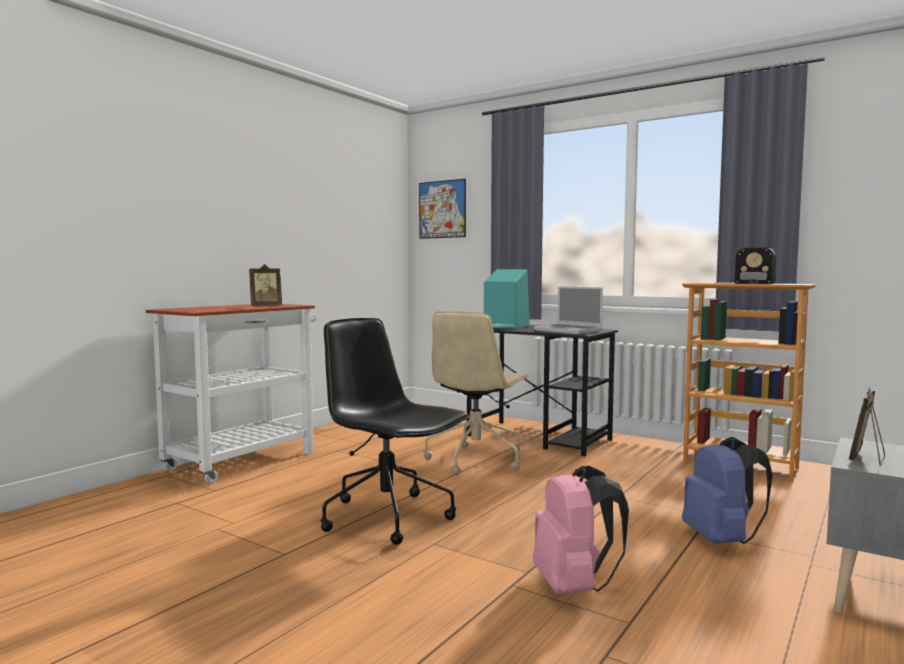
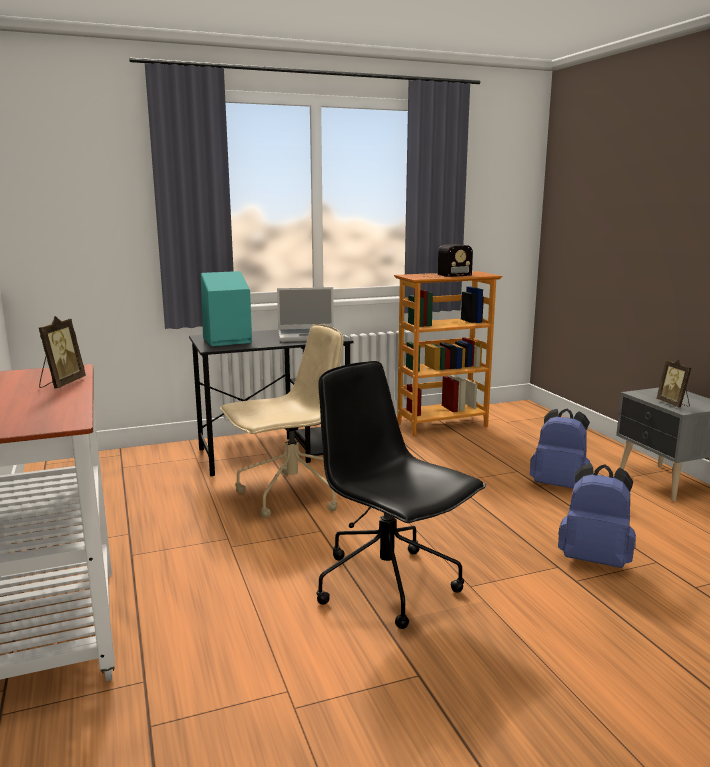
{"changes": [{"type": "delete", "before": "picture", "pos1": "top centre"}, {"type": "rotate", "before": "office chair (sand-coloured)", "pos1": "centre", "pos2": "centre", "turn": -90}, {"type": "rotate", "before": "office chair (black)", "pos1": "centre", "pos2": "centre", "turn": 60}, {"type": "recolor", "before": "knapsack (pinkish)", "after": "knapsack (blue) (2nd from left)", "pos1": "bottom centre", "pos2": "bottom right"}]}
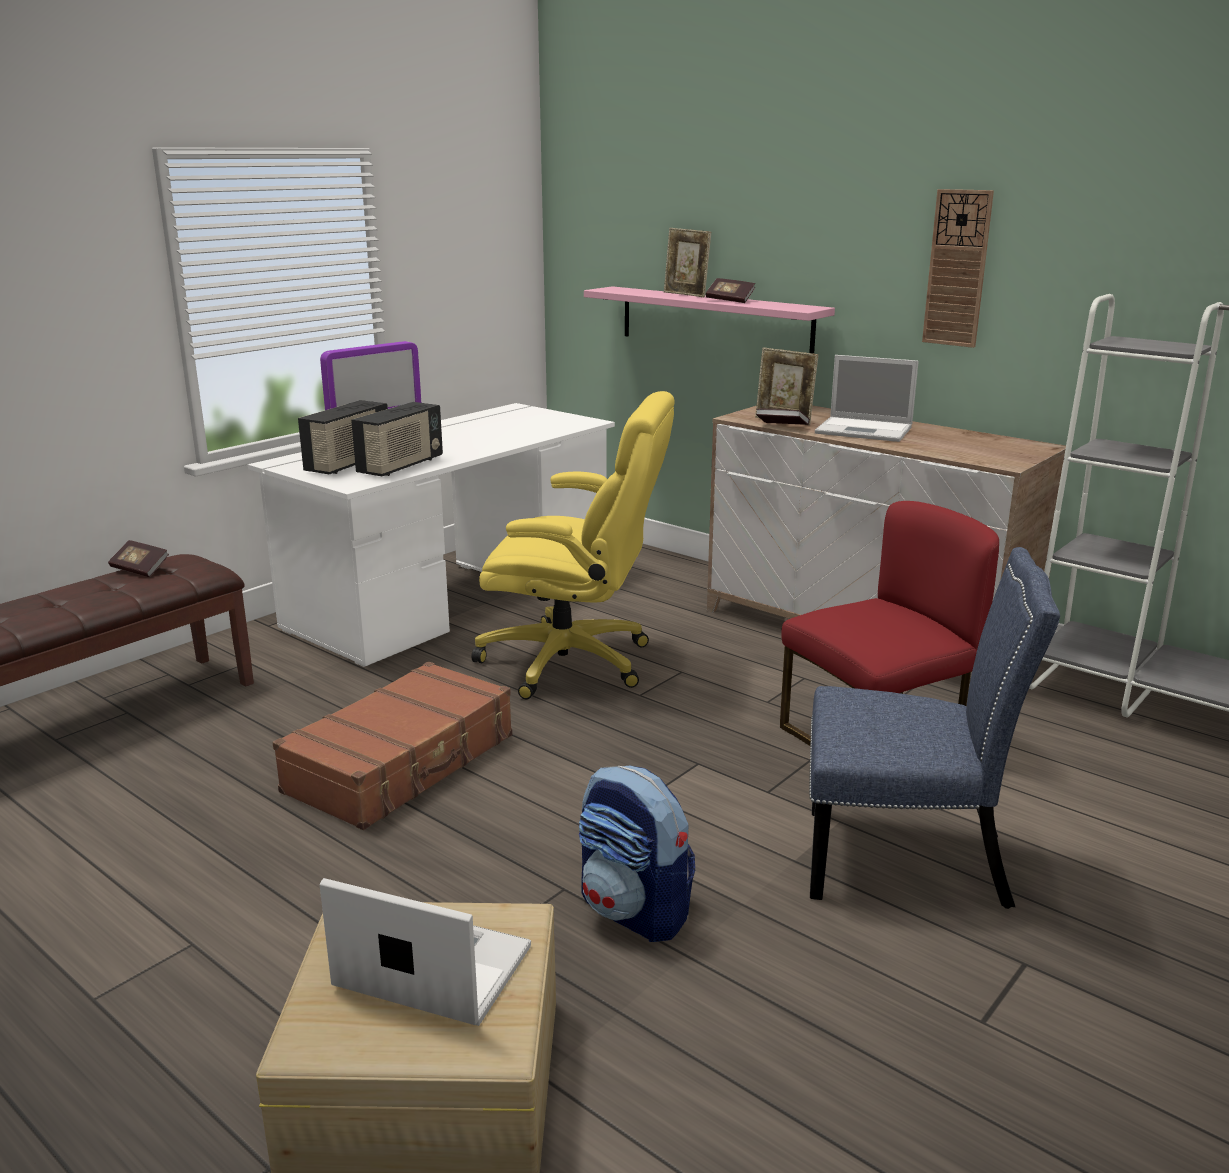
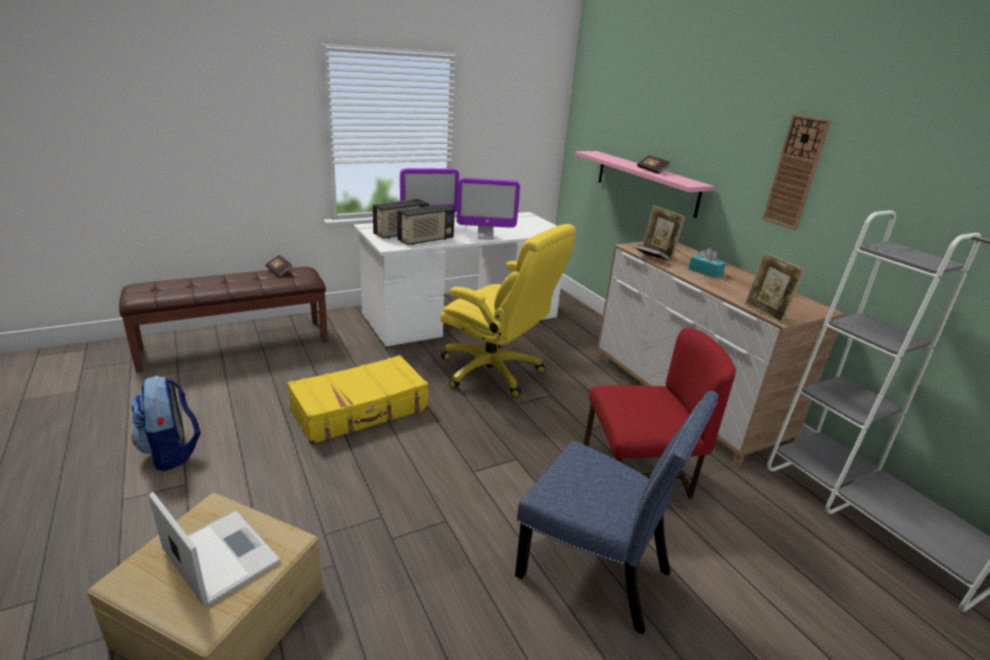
{"changes": [{"type": "move", "before": "photo frame (1st from left in the first image)", "after": "photo frame (2nd from left)", "pos1": "top centre", "pos2": "middle right"}, {"type": "replace", "before": "notebook computer (2nd from left)", "after": "box of tissues (blue-green)", "pos1": "middle right", "pos2": "middle right"}, {"type": "recolor", "before": "suitcase (brown-coloured)", "after": "suitcase (yellow)", "pos1": "middle left", "pos2": "centre"}, {"type": "move", "before": "knapsack", "pos1": "bottom centre", "pos2": "middle left"}, {"type": "insert", "after": "monitor (2nd from left)", "pos2": "top centre"}]}
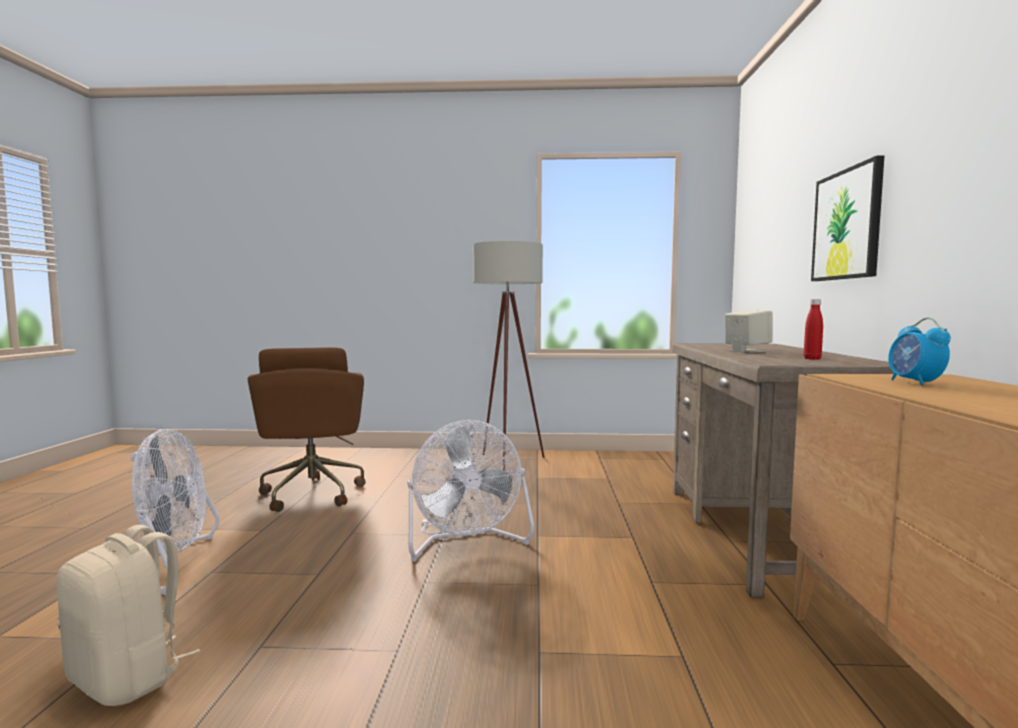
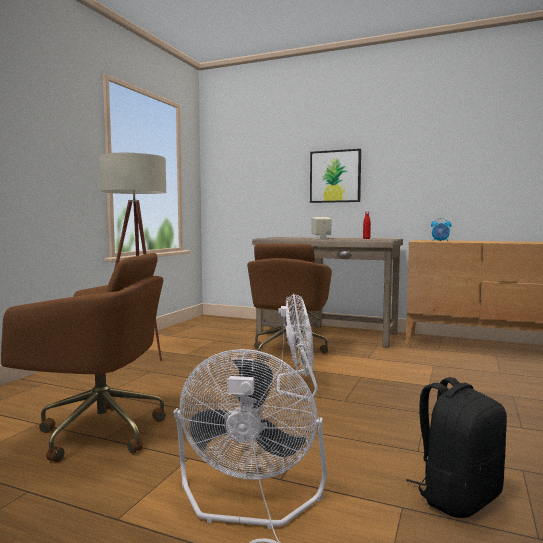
{"changes": [{"type": "recolor", "before": "knapsack (sand-coloured)", "after": "knapsack (black)", "pos1": "bottom left", "pos2": "bottom right"}, {"type": "insert", "after": "office chair (brown-coloured) (2nd from left)", "pos2": "centre"}]}
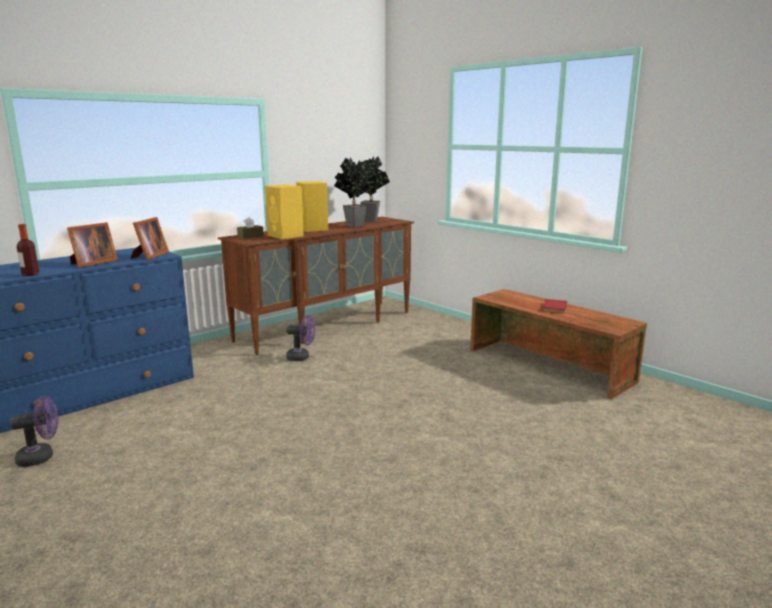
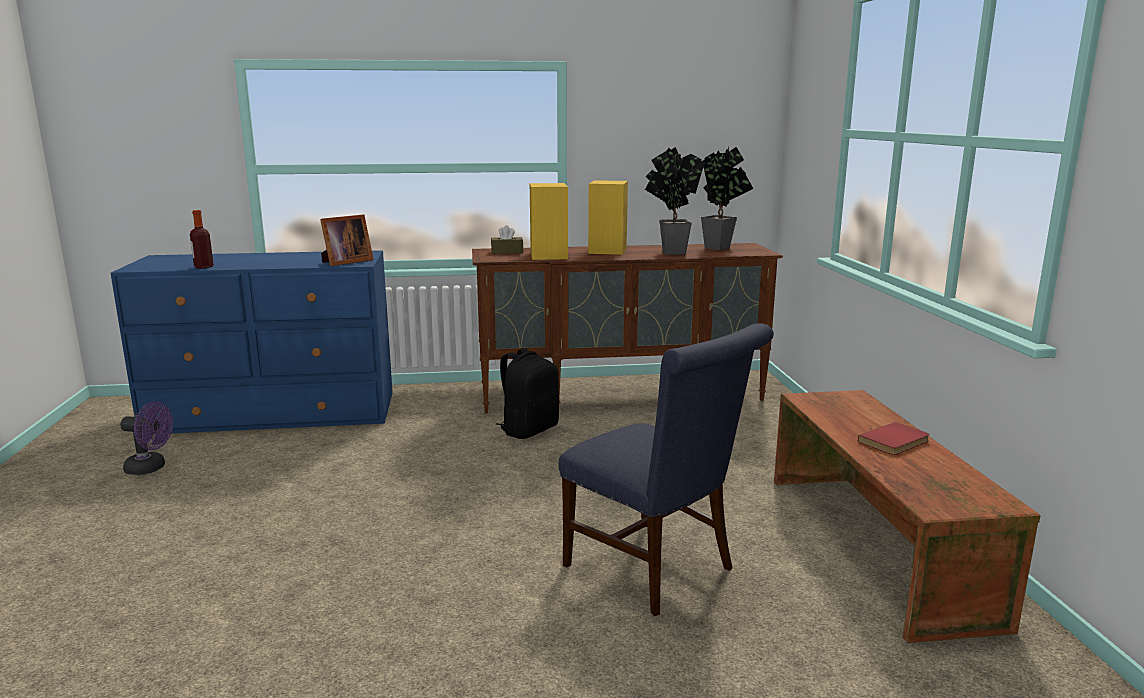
{"changes": [{"type": "delete", "before": "photo frame (1st from left)", "pos1": "middle left"}, {"type": "replace", "before": "cooling fan (purplish) (2nd from left)", "after": "knapsack (black)", "pos1": "centre", "pos2": "centre"}, {"type": "insert", "after": "chair (blue)", "pos2": "bottom centre"}]}
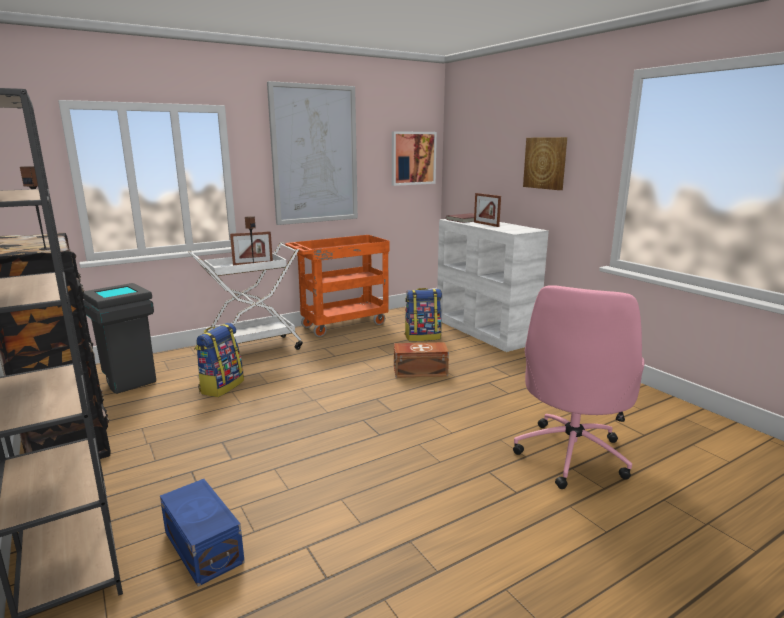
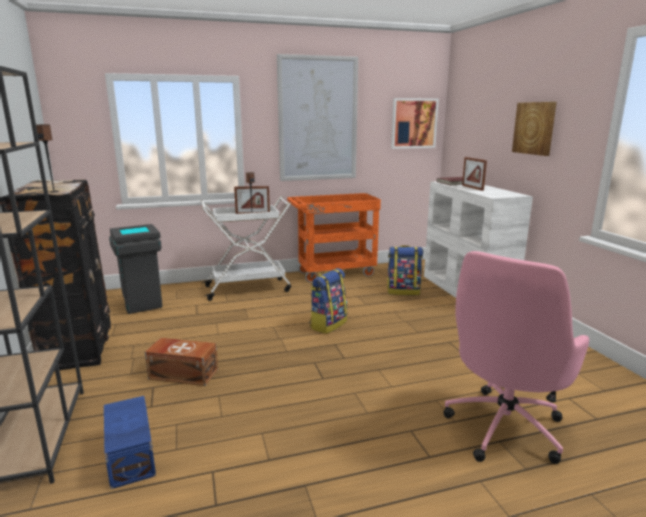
{"changes": [{"type": "move", "before": "knapsack (1st from left)", "pos1": "middle left", "pos2": "centre"}, {"type": "move", "before": "storage container (brown-coloured)", "pos1": "centre", "pos2": "bottom left"}]}
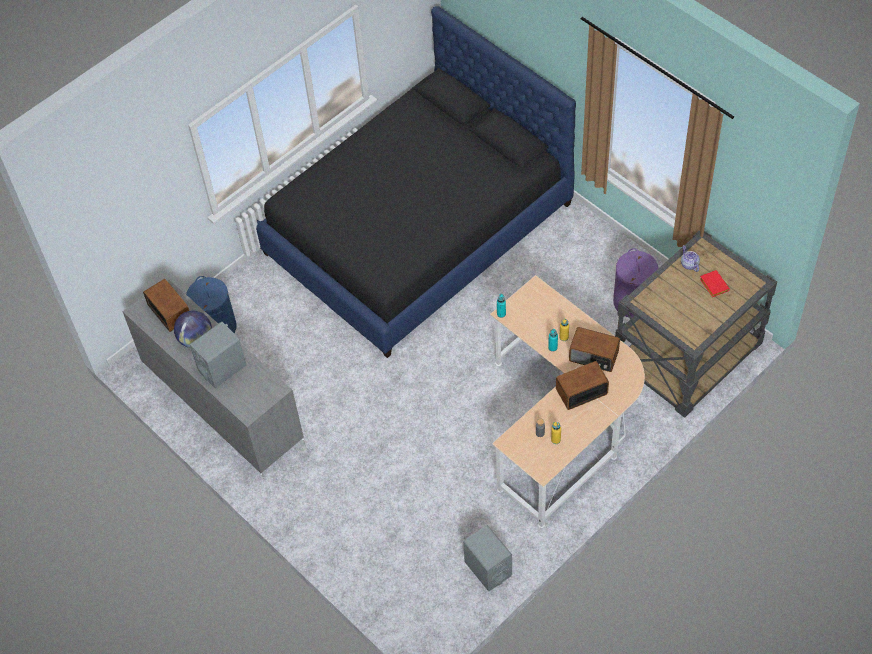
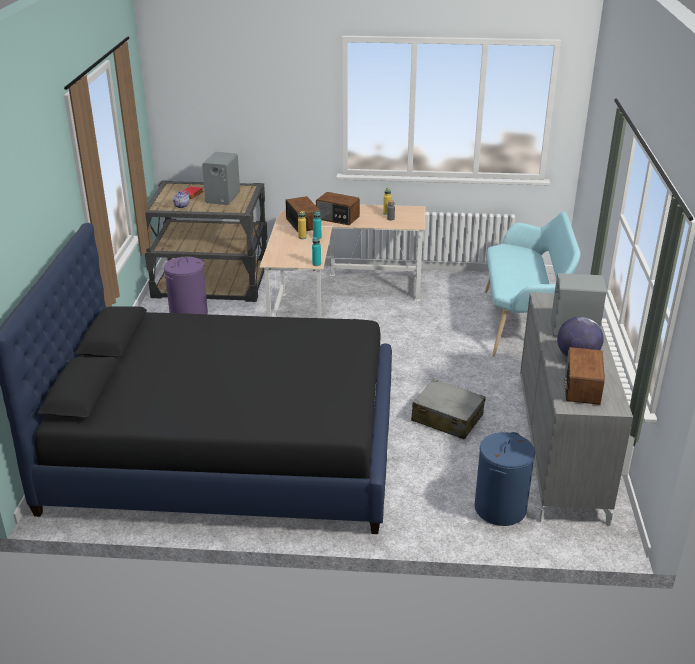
{"changes": [{"type": "move", "before": "audio speaker (gray) (2nd from left in the first image)", "after": "audio speaker (gray) (1st from left)", "pos1": "bottom centre", "pos2": "top left"}, {"type": "insert", "after": "bench (blue-green)", "pos2": "middle right"}, {"type": "insert", "after": "suitcase (gray)", "pos2": "centre"}]}
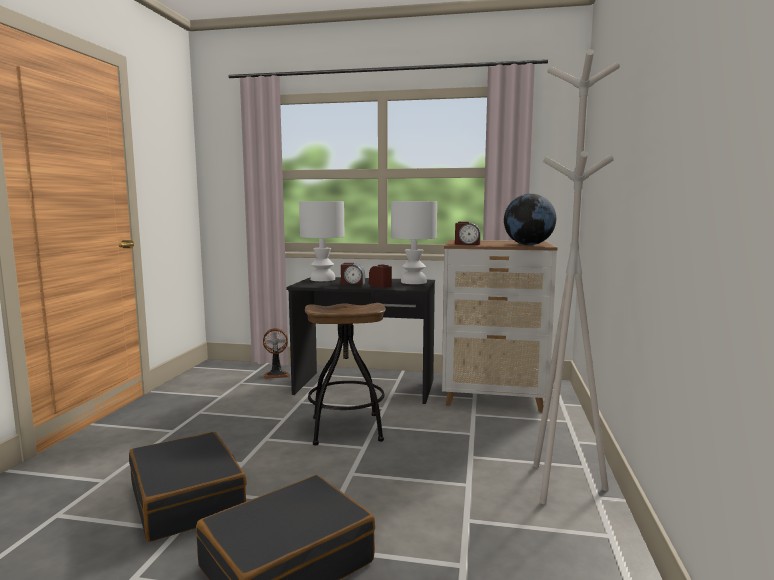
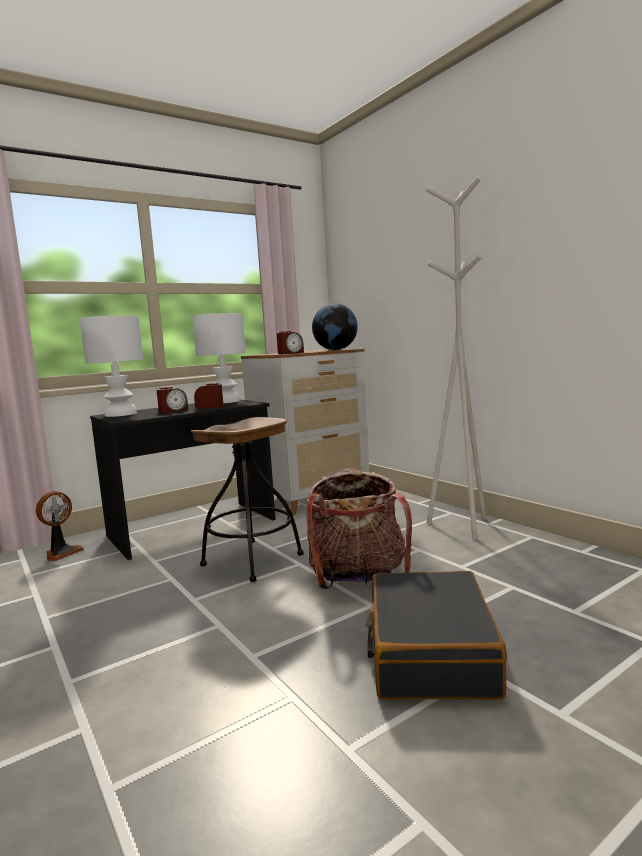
{"changes": [{"type": "delete", "before": "suitcase (black) (1st from left)", "pos1": "bottom left"}, {"type": "insert", "after": "knapsack", "pos2": "centre"}]}
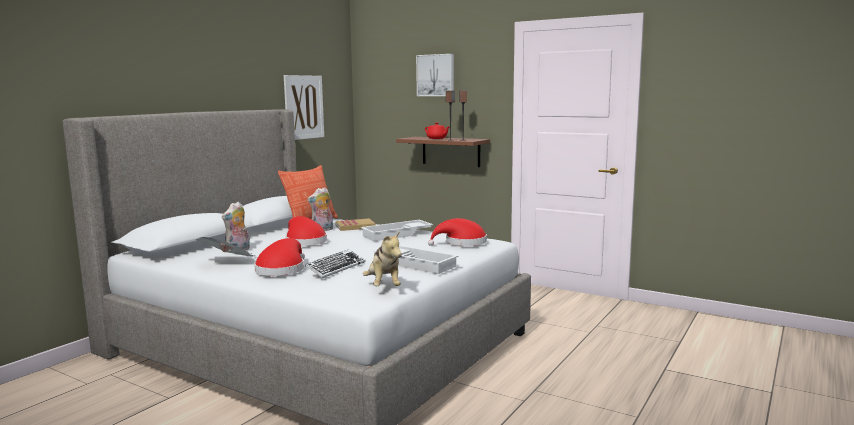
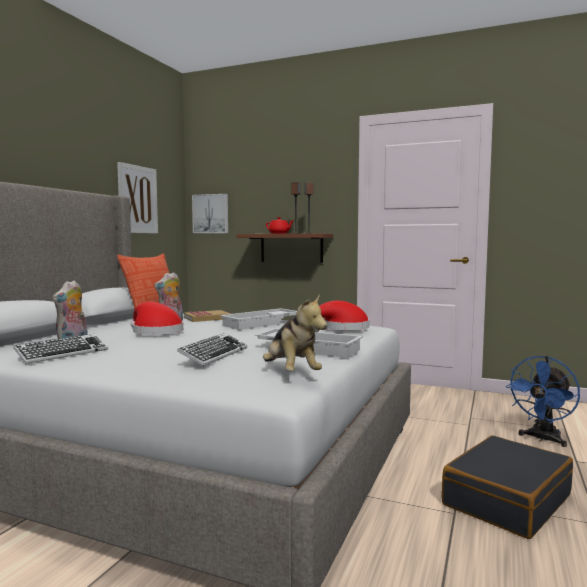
{"changes": [{"type": "move", "before": "picture (2nd from left)", "pos1": "top centre", "pos2": "centre"}, {"type": "replace", "before": "printed paper", "after": "keyboard (1st from left)", "pos1": "middle left", "pos2": "middle left"}, {"type": "delete", "before": "clothing hat (red) (1st from left)", "pos1": "middle left"}, {"type": "insert", "after": "cooling fan (blue)", "pos2": "bottom right"}, {"type": "insert", "after": "suitcase (black)", "pos2": "bottom right"}]}
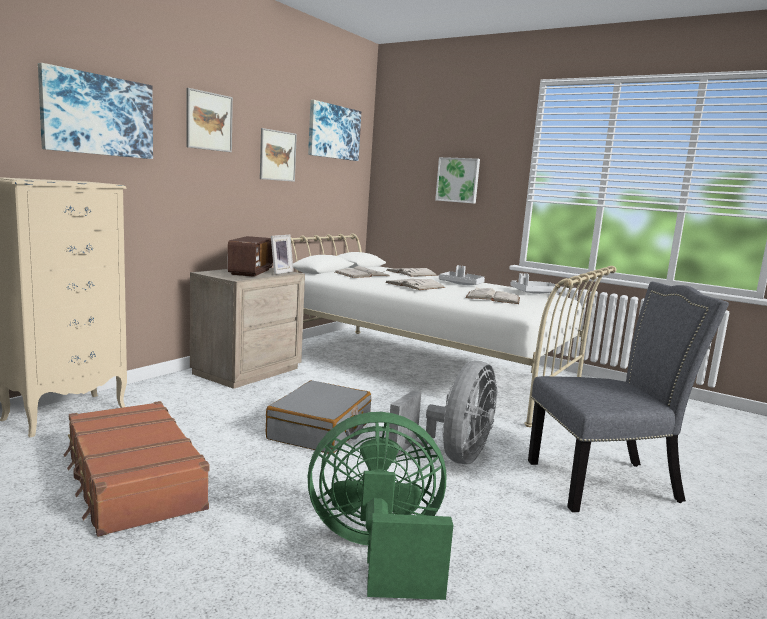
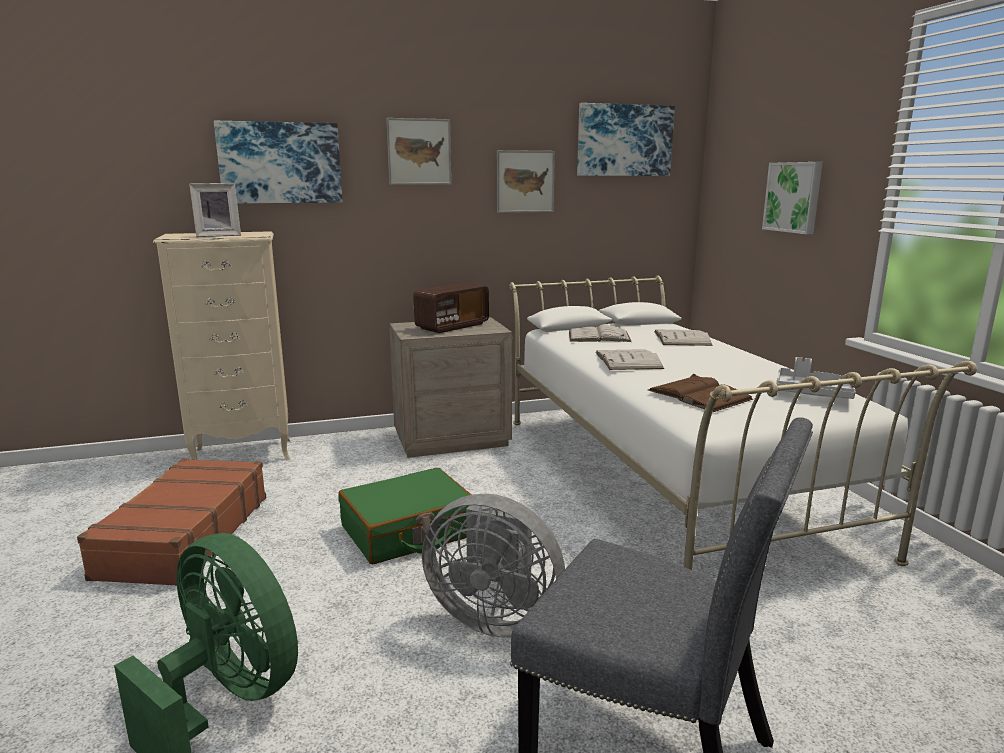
{"changes": [{"type": "move", "before": "photo frame", "pos1": "centre", "pos2": "top left"}, {"type": "delete", "before": "serving tray (gray) (1st from left)", "pos1": "centre"}, {"type": "recolor", "before": "bound book (whitish) (4th from left)", "after": "bound book (brown-coloured)", "pos1": "centre", "pos2": "middle right"}, {"type": "rotate", "before": "cooling fan (gray)", "pos1": "centre", "pos2": "bottom centre", "turn": 45}, {"type": "recolor", "before": "suitcase (gray)", "after": "suitcase (green-coloured)", "pos1": "bottom centre", "pos2": "bottom centre"}]}
